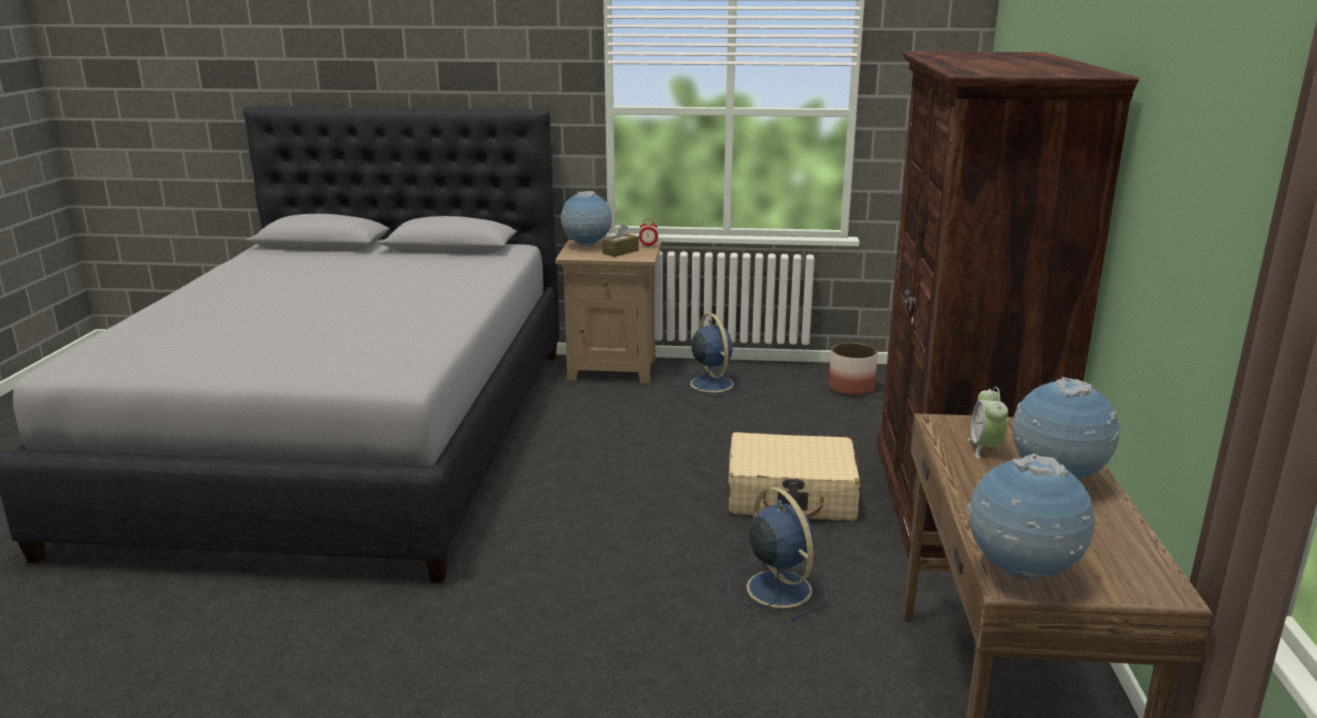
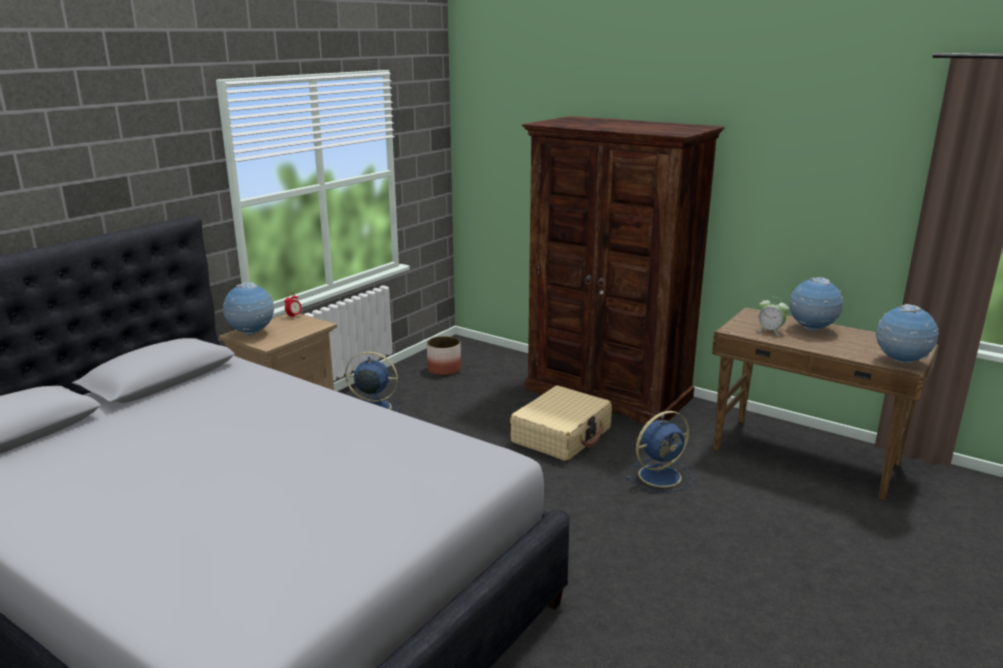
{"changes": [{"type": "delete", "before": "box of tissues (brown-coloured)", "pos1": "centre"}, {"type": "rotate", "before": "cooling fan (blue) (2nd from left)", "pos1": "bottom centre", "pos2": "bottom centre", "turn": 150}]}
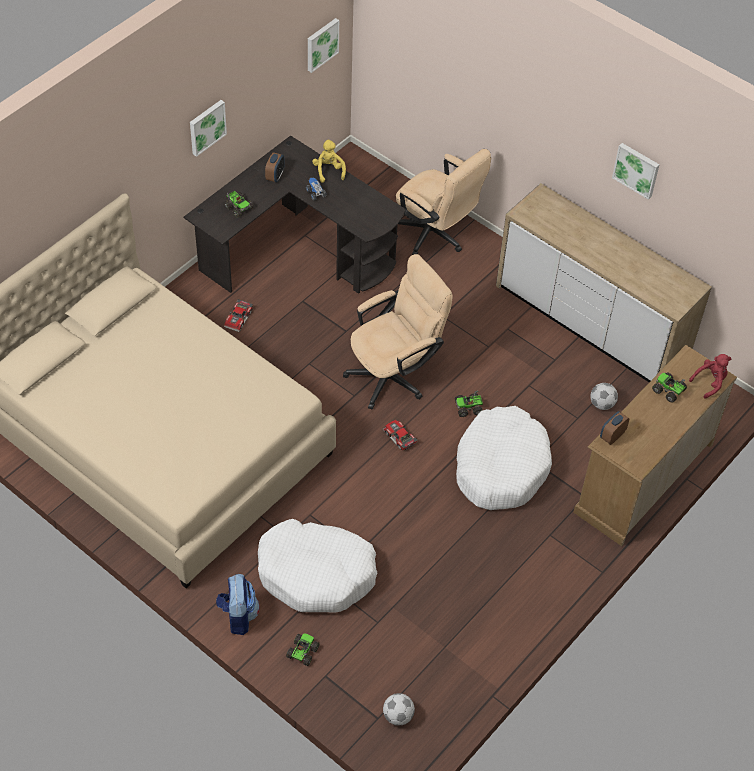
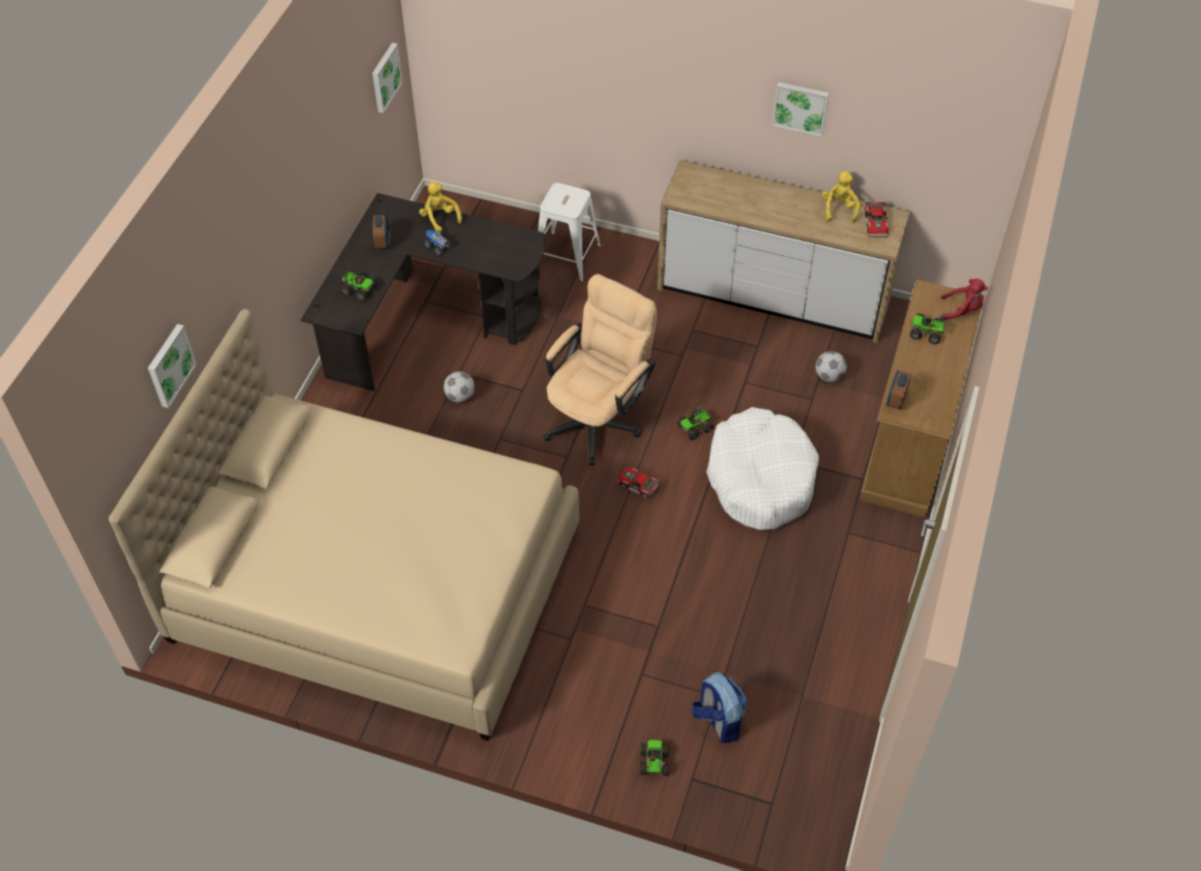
{"changes": [{"type": "move", "before": "picture (1st from left)", "pos1": "top left", "pos2": "middle left"}, {"type": "replace", "before": "office chair (sand-coloured) (2nd from left)", "after": "stool (whitish)", "pos1": "top centre", "pos2": "top centre"}, {"type": "move", "before": "toy car (1st from left in the first image)", "after": "toy car (2nd from left)", "pos1": "middle left", "pos2": "top right"}, {"type": "rotate", "before": "cuddly toy (red)", "pos1": "middle right", "pos2": "middle right", "turn": 60}, {"type": "delete", "before": "dog bed (whitish) (1st from left)", "pos1": "bottom centre"}, {"type": "move", "before": "knapsack", "pos1": "bottom left", "pos2": "bottom centre"}, {"type": "move", "before": "football (1st from left)", "pos1": "bottom centre", "pos2": "centre"}, {"type": "insert", "after": "cuddly toy (yellow) (2nd from left)", "pos2": "top right"}]}
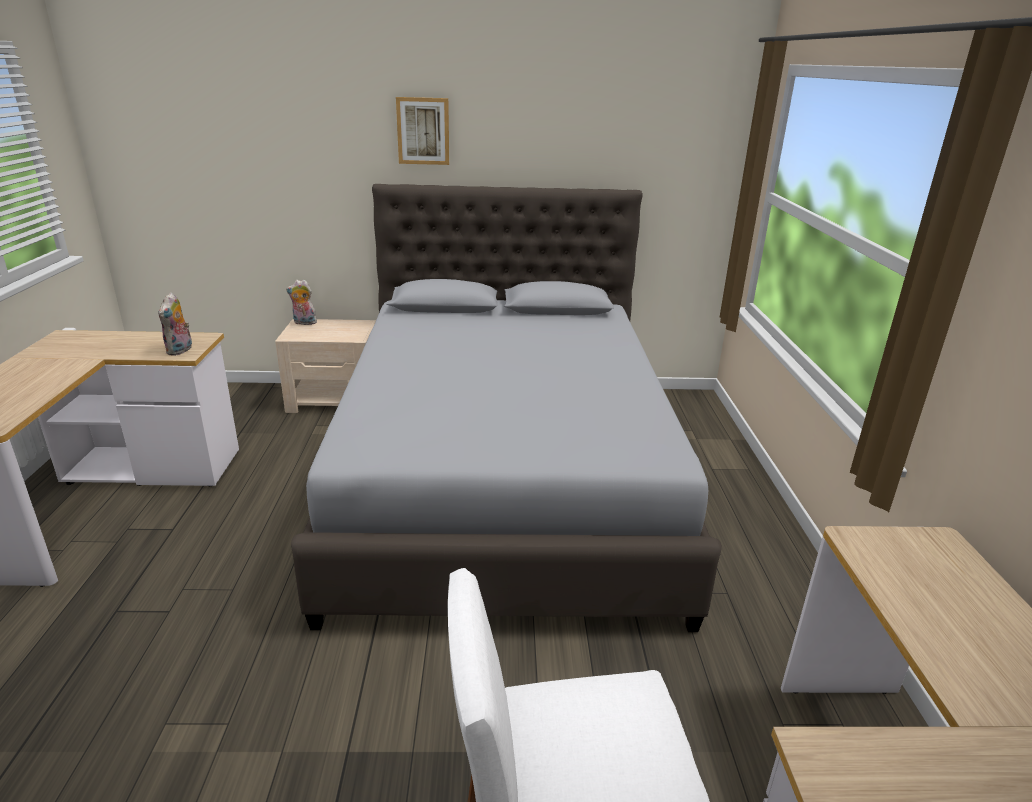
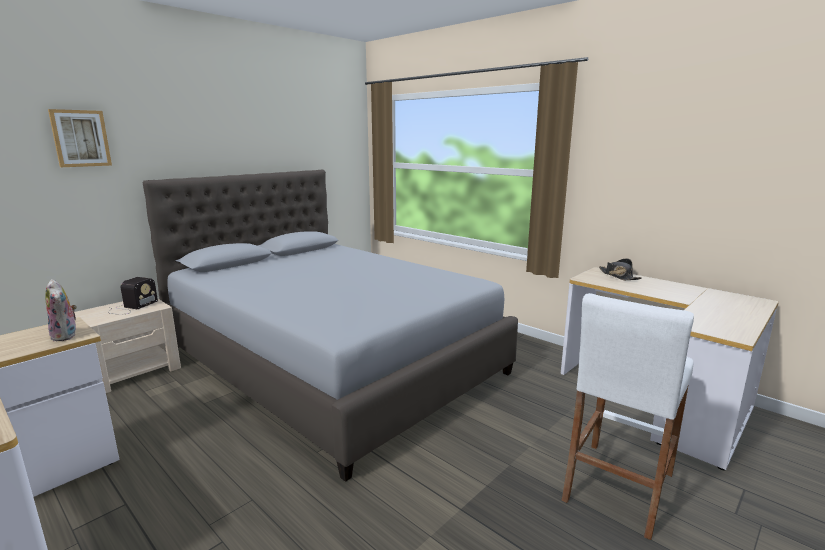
{"changes": [{"type": "move", "before": "picture", "pos1": "top centre", "pos2": "top left"}, {"type": "delete", "before": "cuddly toy (2nd from left)", "pos1": "middle left"}, {"type": "insert", "after": "clothing hat (black)", "pos2": "middle right"}, {"type": "insert", "after": "radio set", "pos2": "middle left"}]}
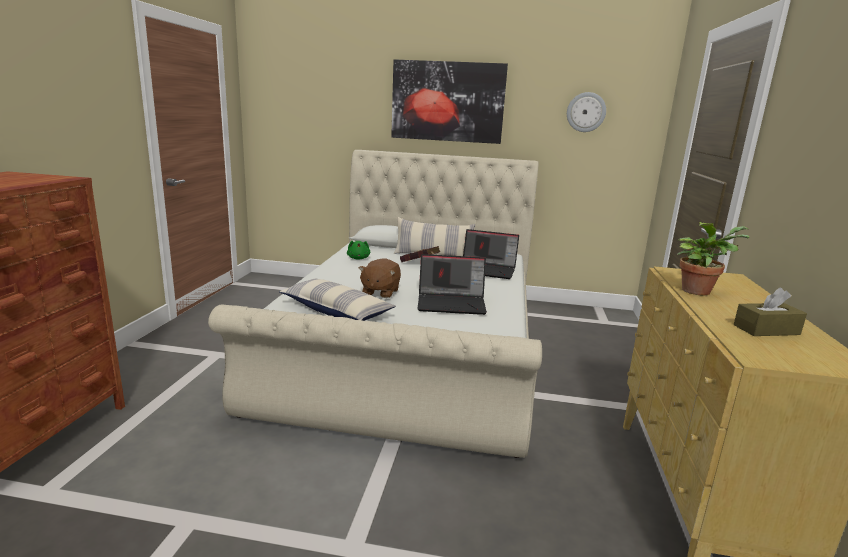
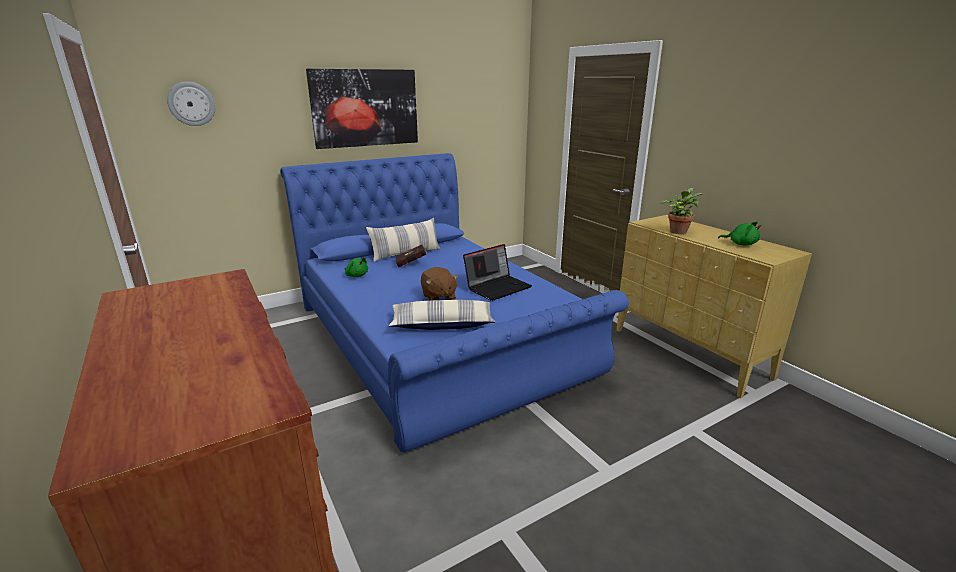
{"changes": [{"type": "move", "before": "hanging clock", "pos1": "top right", "pos2": "top left"}, {"type": "recolor", "before": "sleeping bed (sand-coloured)", "after": "sleeping bed (blue)", "pos1": "centre", "pos2": "centre"}, {"type": "delete", "before": "notebook computer (2nd from left)", "pos1": "centre"}, {"type": "replace", "before": "box of tissues (brown-coloured)", "after": "cuddly toy (green-coloured) (2nd from left)", "pos1": "middle right", "pos2": "middle right"}]}
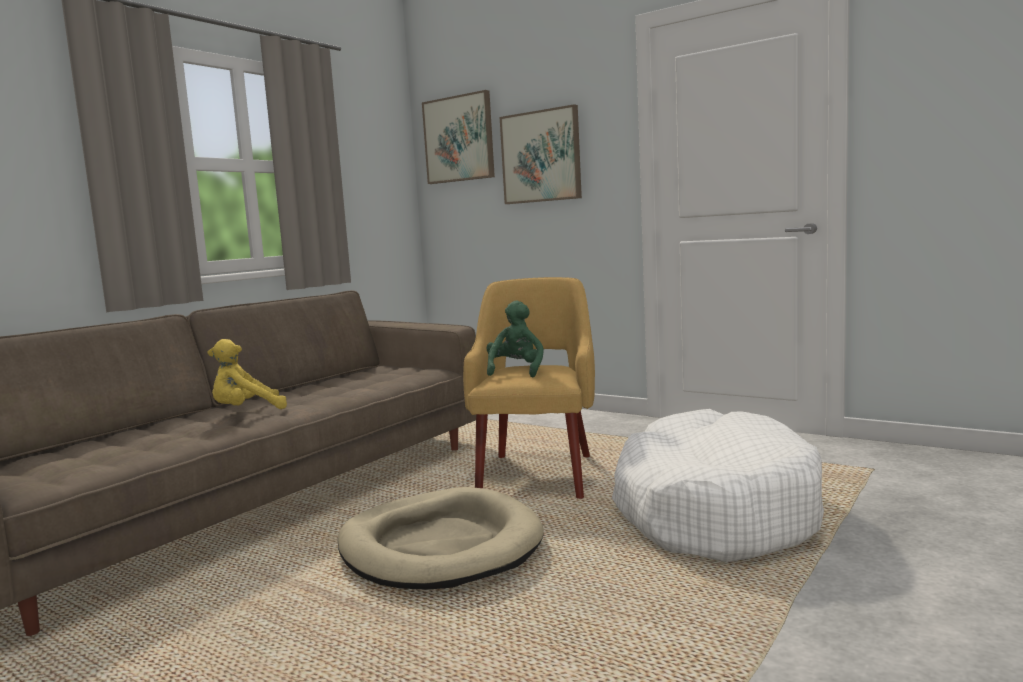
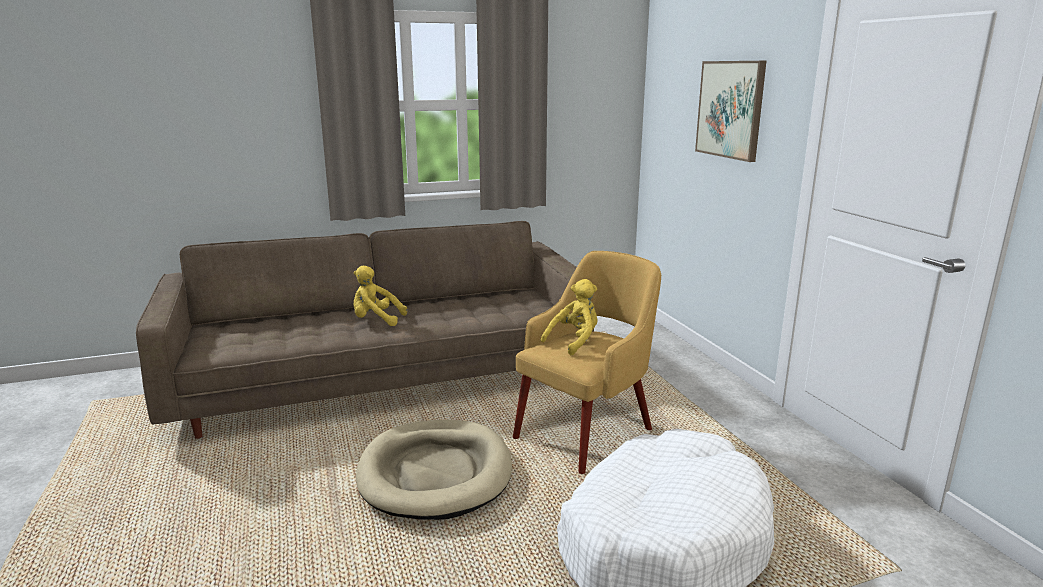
{"changes": [{"type": "delete", "before": "picture (1st from left)", "pos1": "top centre"}, {"type": "recolor", "before": "cuddly toy (green-coloured)", "after": "cuddly toy (yellow) (2nd from left)", "pos1": "centre", "pos2": "centre"}]}
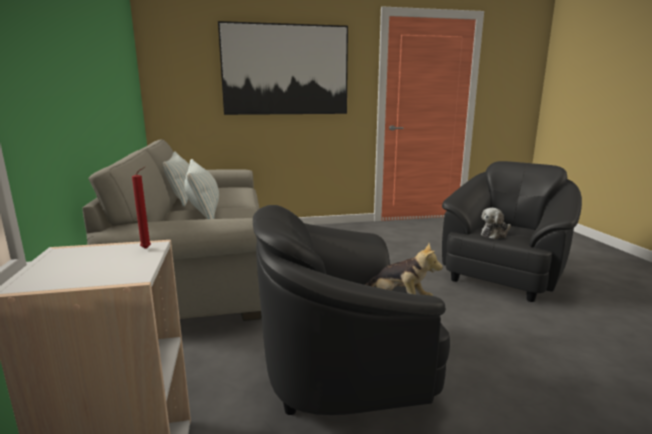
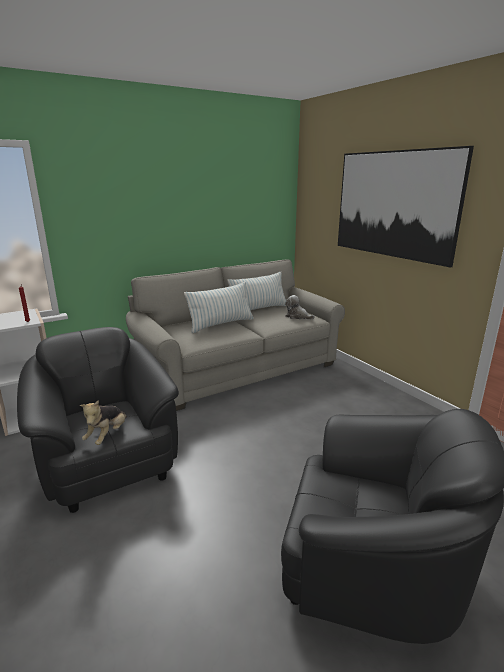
{"changes": [{"type": "move", "before": "cuddly toy (2nd from left)", "pos1": "middle right", "pos2": "centre"}]}
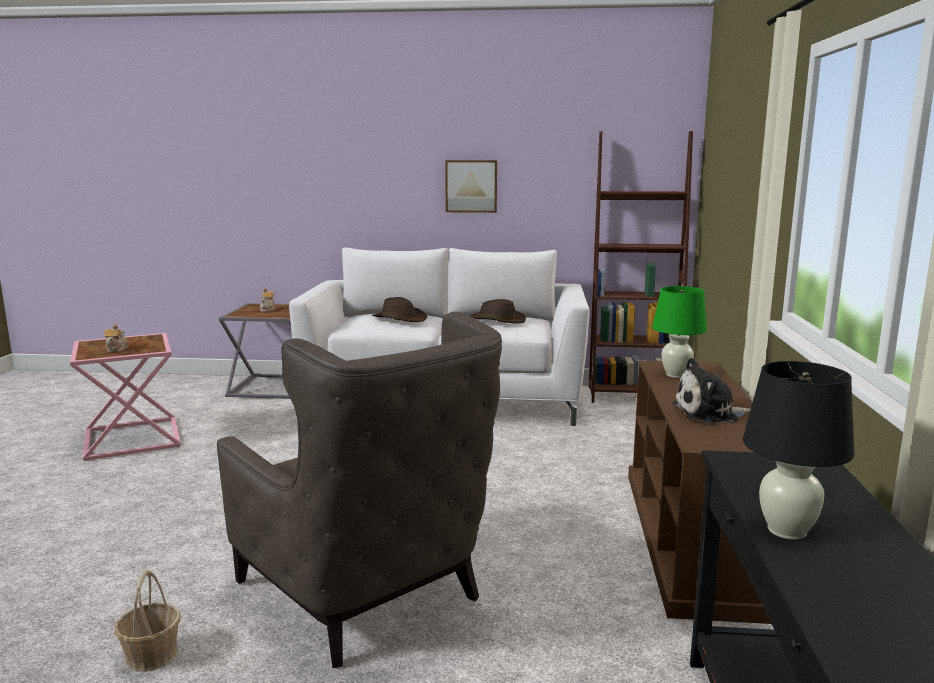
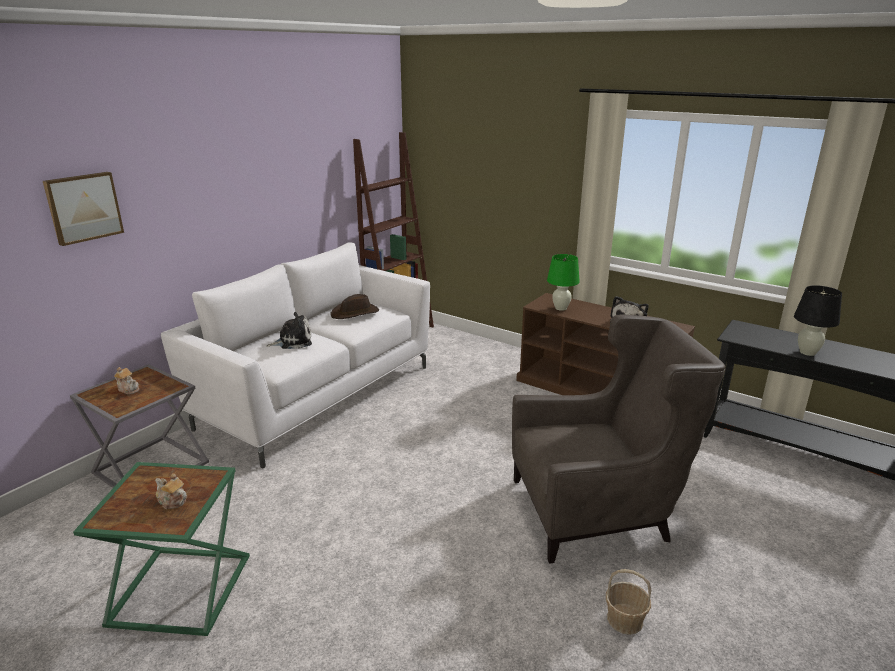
{"changes": [{"type": "move", "before": "picture", "pos1": "top centre", "pos2": "top left"}, {"type": "replace", "before": "clothing hat (brown-coloured) (1st from left)", "after": "cuddly toy (1st from left)", "pos1": "centre", "pos2": "middle left"}, {"type": "recolor", "before": "end table (pinkish)", "after": "end table (green-coloured)", "pos1": "middle left", "pos2": "bottom left"}]}
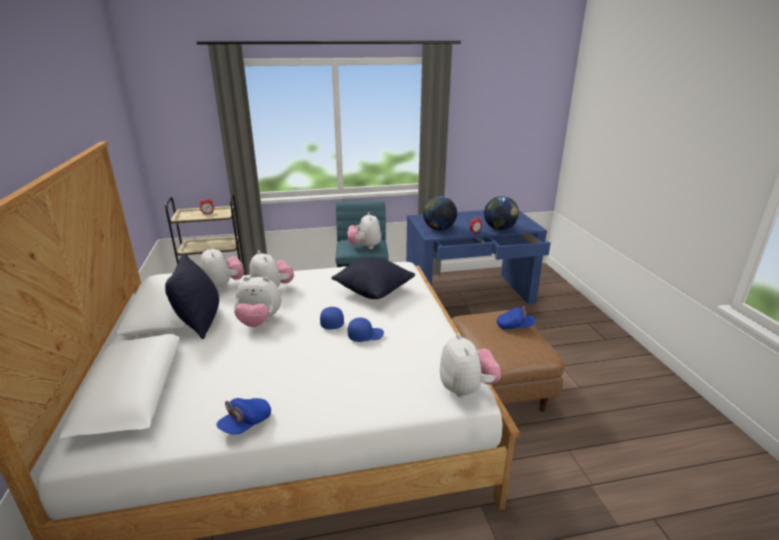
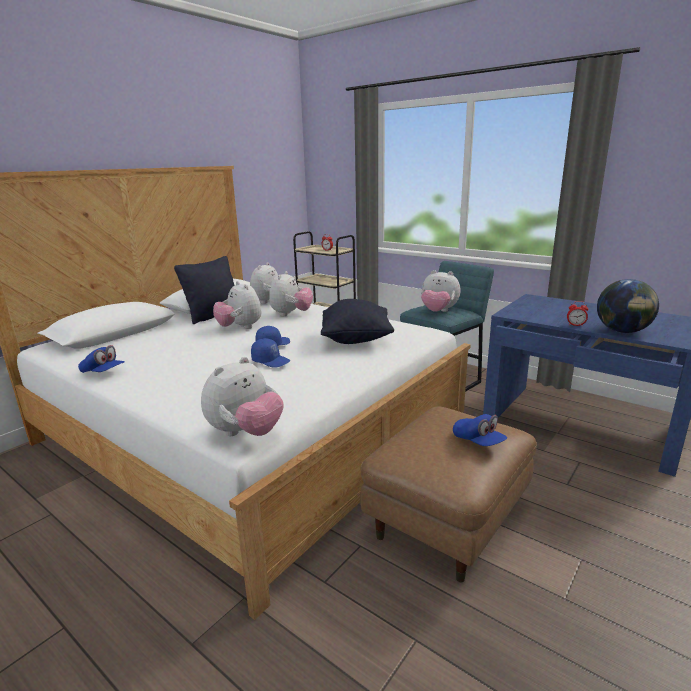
{"changes": [{"type": "delete", "before": "desk globe (1st from left)", "pos1": "centre"}, {"type": "rotate", "before": "cuddly toy (4th from left in the first image)", "pos1": "centre", "pos2": "centre", "turn": -105}, {"type": "rotate", "before": "baseball cap (blue) (1st from left)", "pos1": "bottom left", "pos2": "middle left", "turn": -150}]}
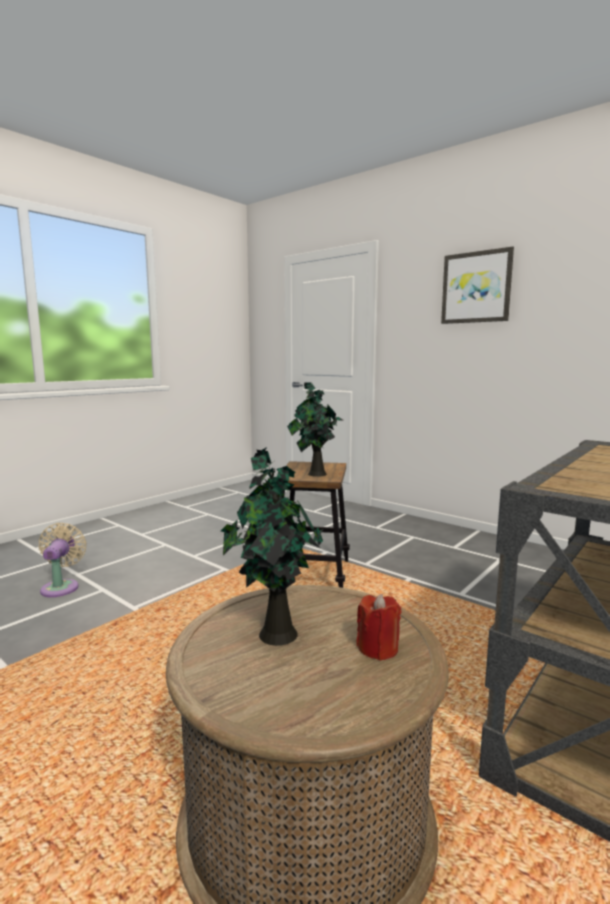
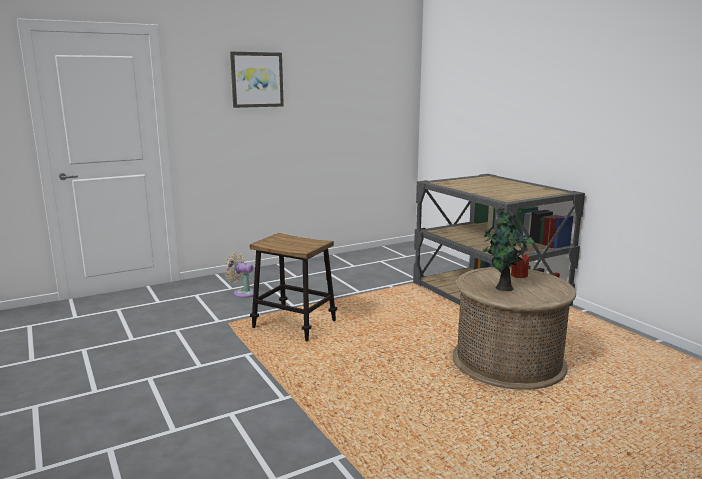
{"changes": [{"type": "delete", "before": "potted plant (2nd from left)", "pos1": "centre"}, {"type": "move", "before": "cooling fan (sand-coloured)", "pos1": "middle left", "pos2": "centre"}]}
